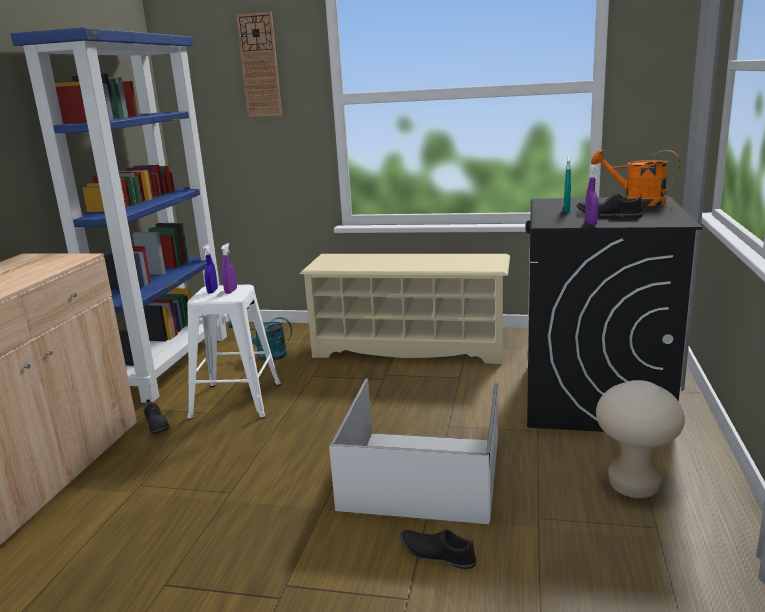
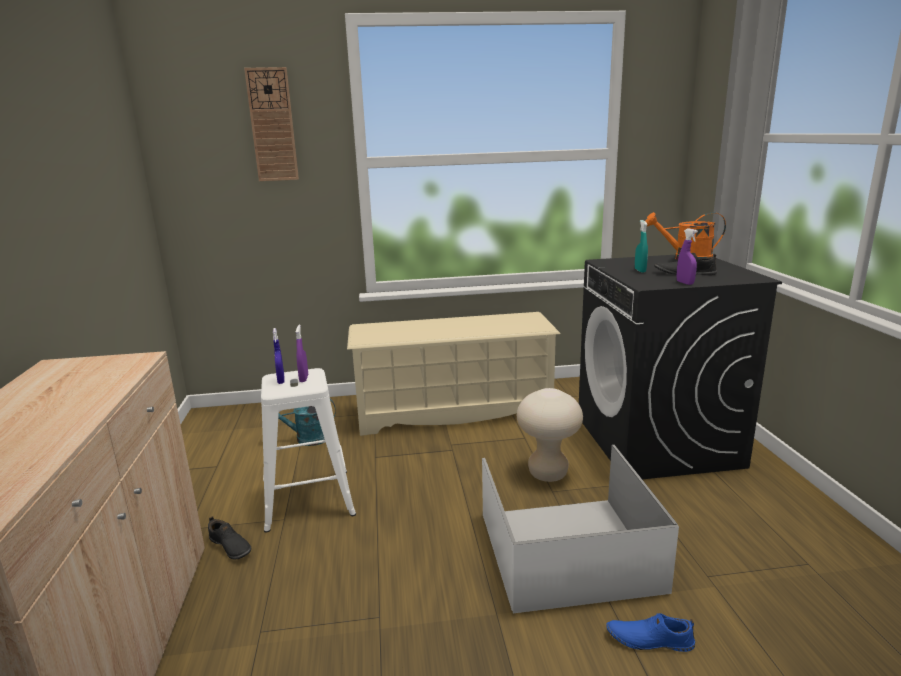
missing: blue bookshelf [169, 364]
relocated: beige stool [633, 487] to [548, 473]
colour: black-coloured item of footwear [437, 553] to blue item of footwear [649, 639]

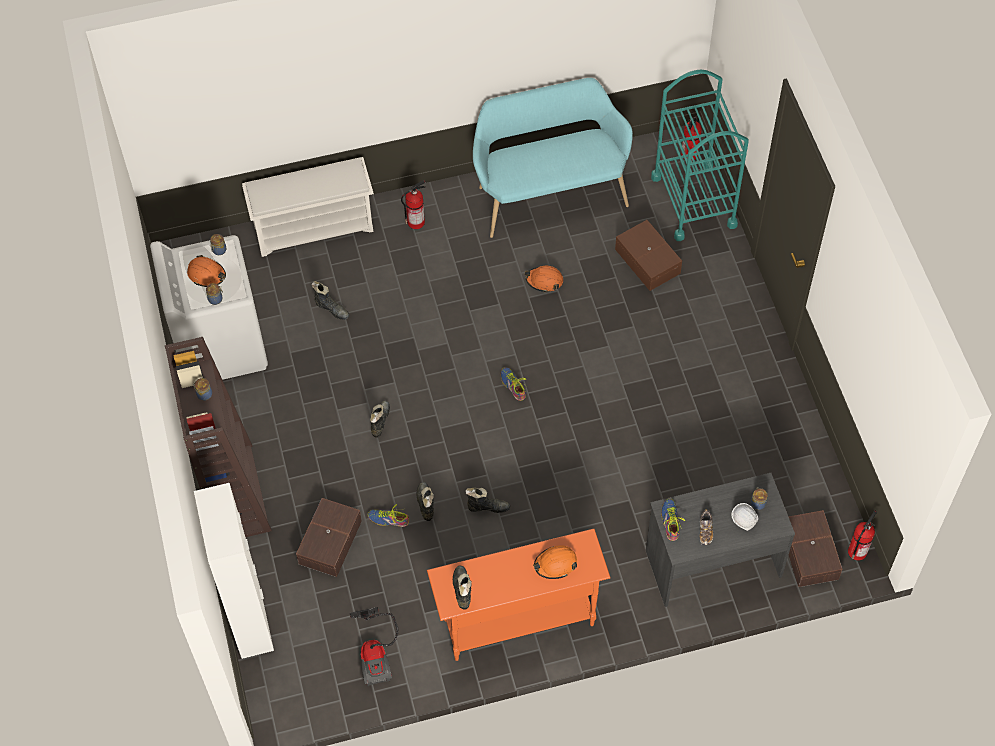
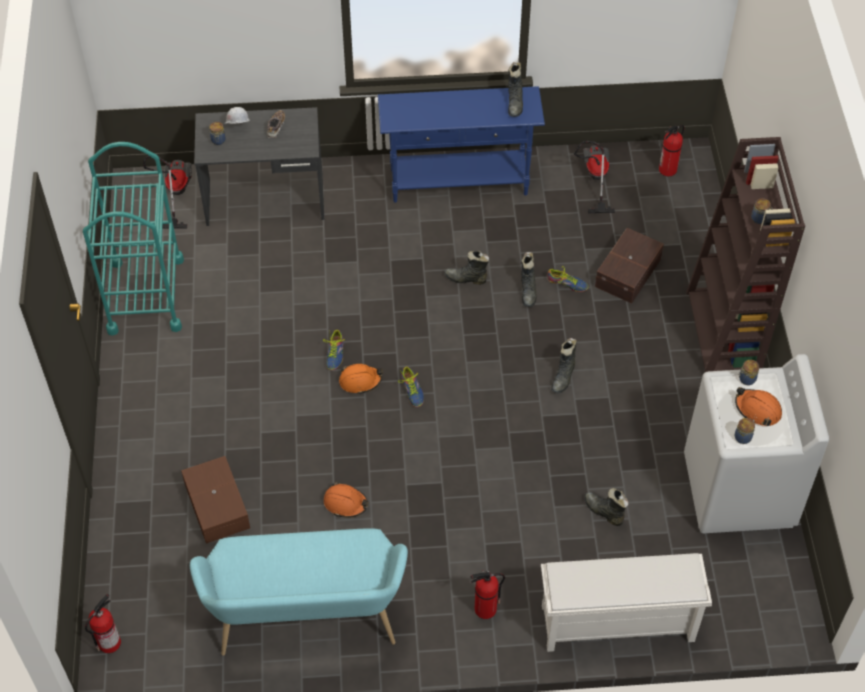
missing: white cupboard [250, 622]
relocated: blue-green trolley [694, 201] to [146, 295]; item of footwear [670, 521] to [335, 354]; orange safety helmet [555, 564] to [360, 381]; fire-fighting cylinder [857, 551] to [667, 170]
exchanged: brownish storage container [808, 554] to vacuum cleaner [174, 193]
colour: orange narrow table [518, 621] to blue narrow table [459, 183]

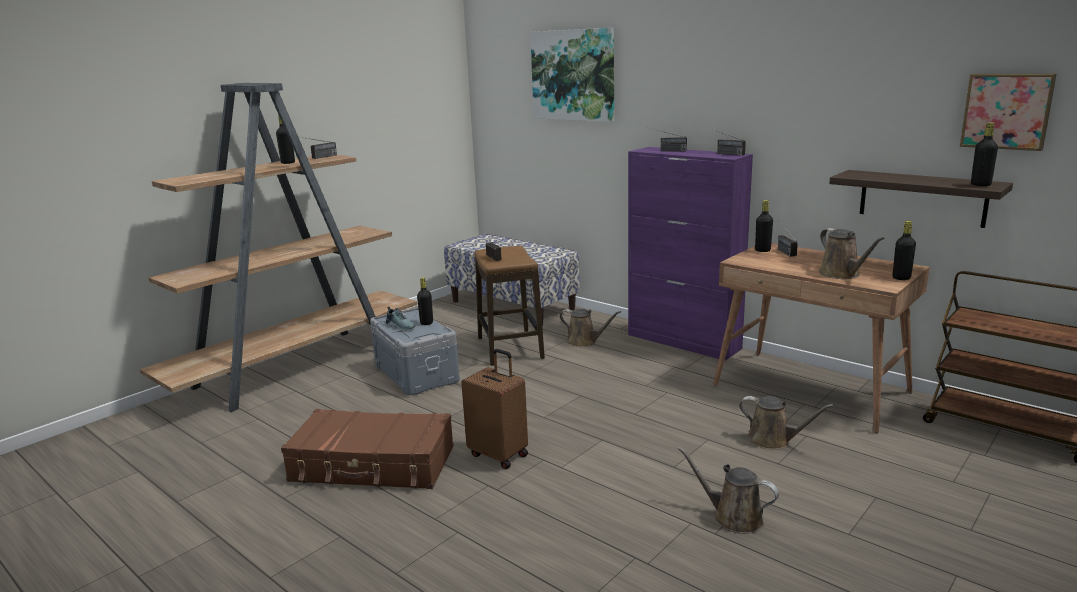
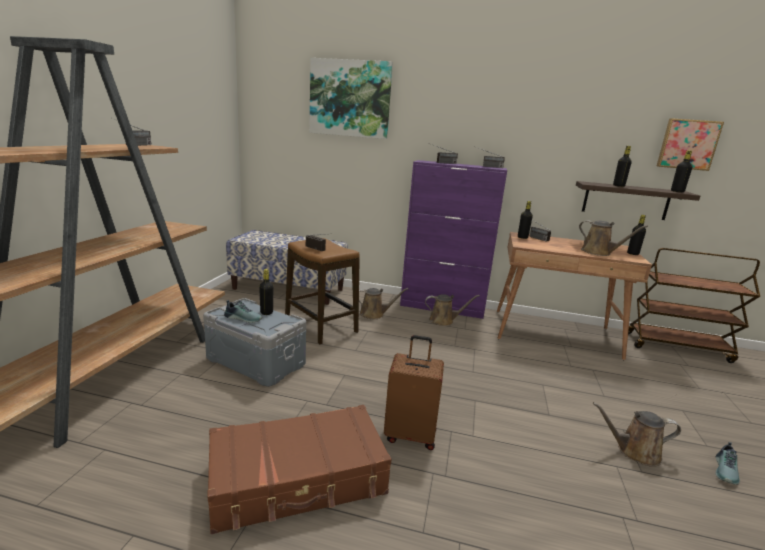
appeared: item of footwear [726, 471]
relocated: brownish watering can [773, 440] to [444, 321]; black-coloured beverage bottle [288, 163] to [618, 186]

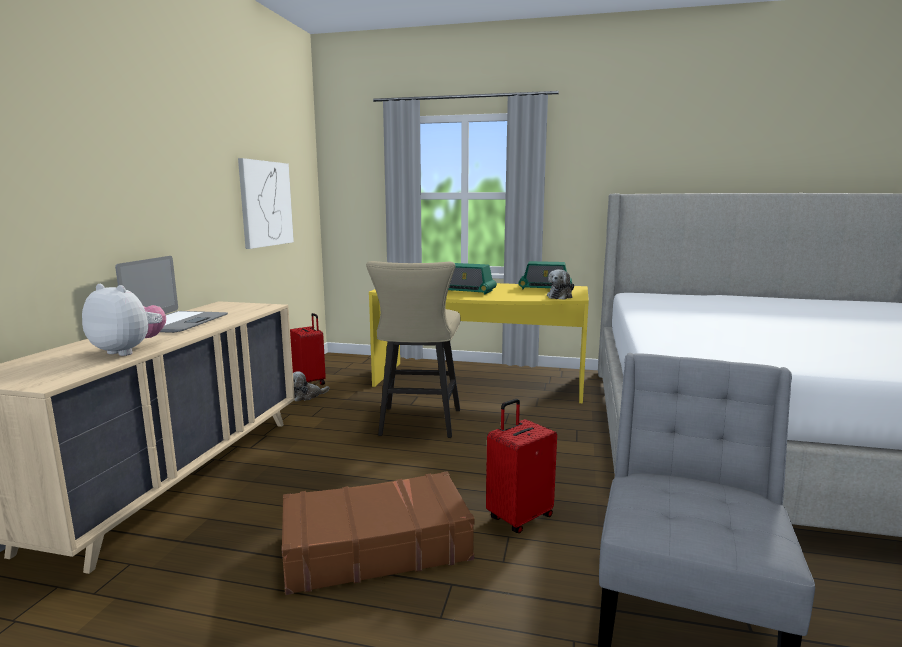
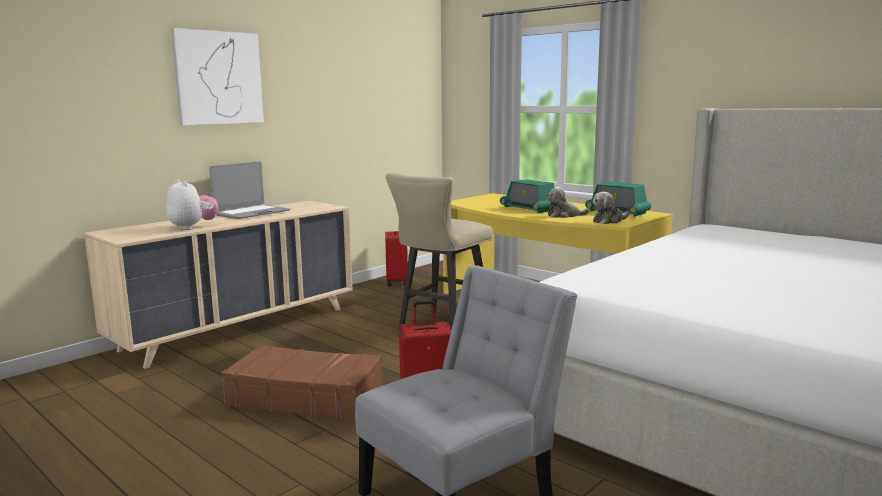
relocated: wall picture [265, 203] to [218, 78]; plush toy [307, 396] to [564, 215]

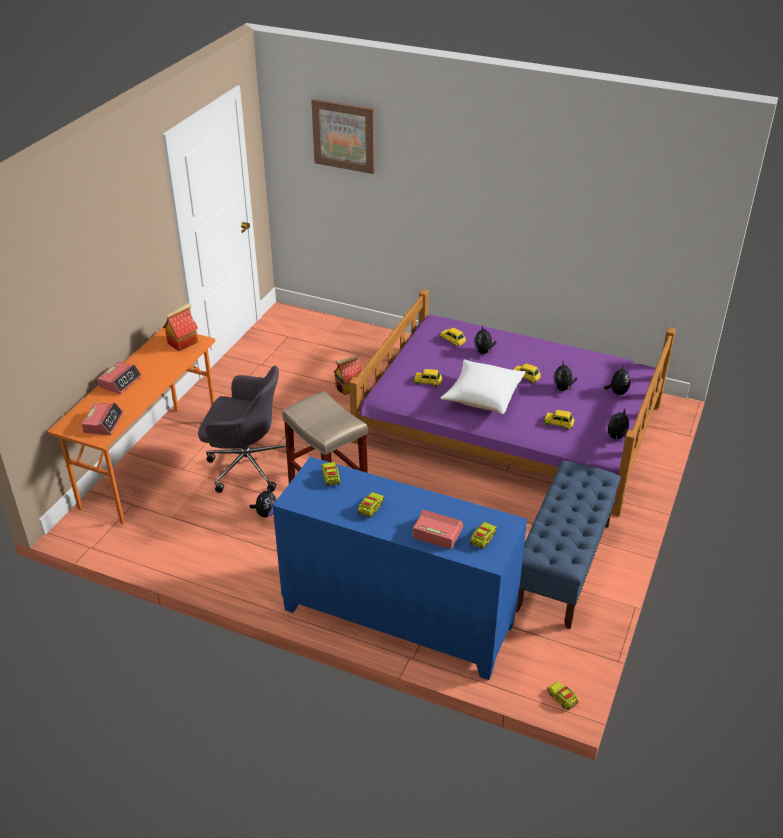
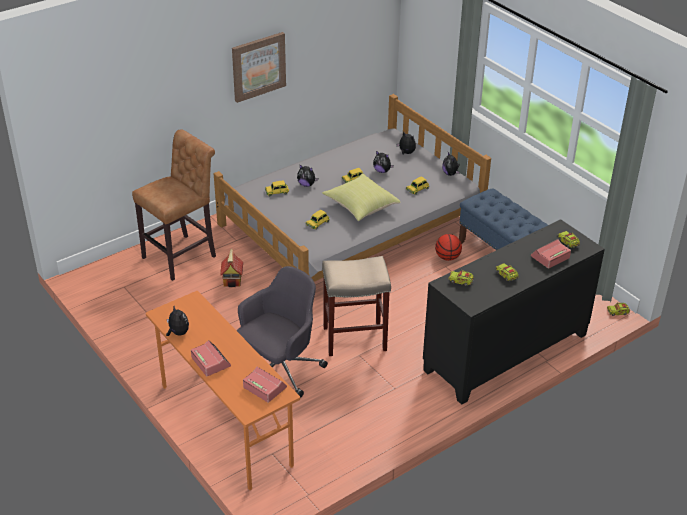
missing: toy house [182, 342]
appeared: brownish stool [182, 256]; basketball ball [447, 257]
relocated: plush toy [265, 513] to [178, 333]; wall picture [344, 135] to [258, 66]
colour: purplish sleeping bed [508, 422] to gray sleeping bed [350, 223]; white pillow [482, 397] to yellow pillow [360, 207]; blue cupboard [397, 618] to black-coloured cupboard [506, 353]

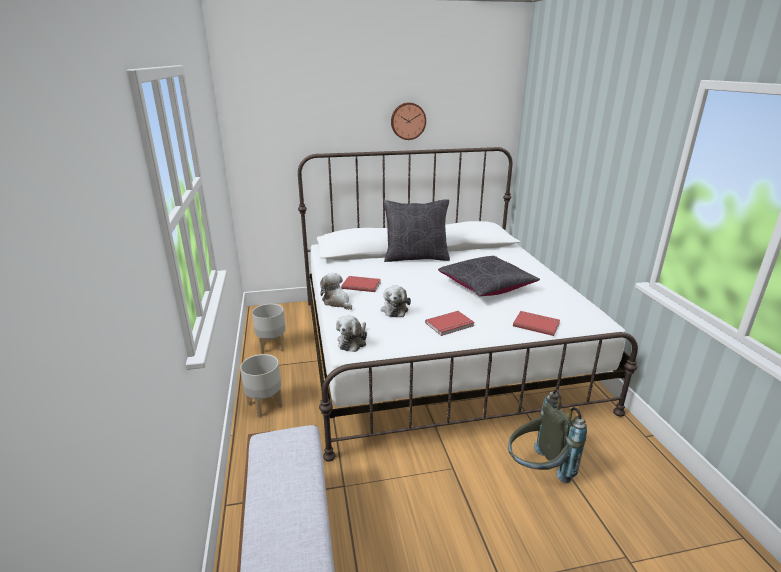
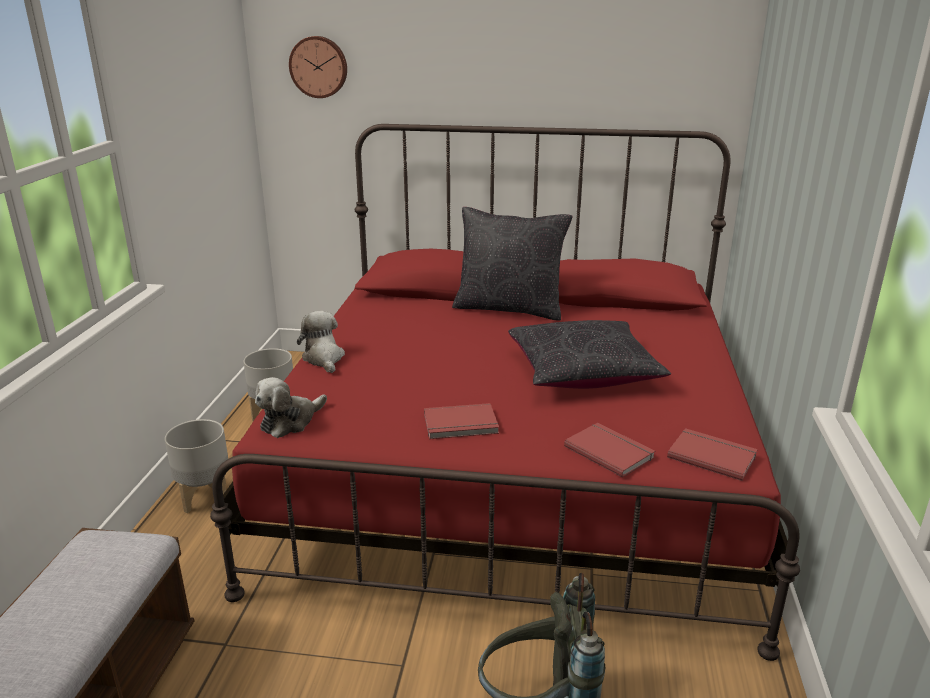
missing: plush toy [394, 309]
relocated: clock on the wall [408, 121] to [319, 67]; red-coloured volume [361, 285] to [712, 455]
colour: white sleeping bed [436, 349] to red-coloured sleeping bed [513, 467]

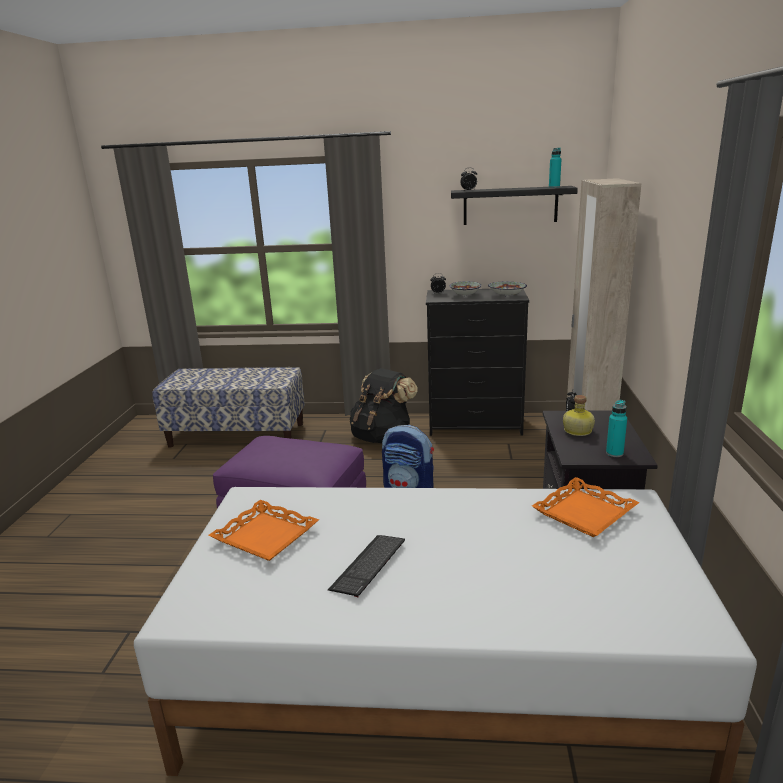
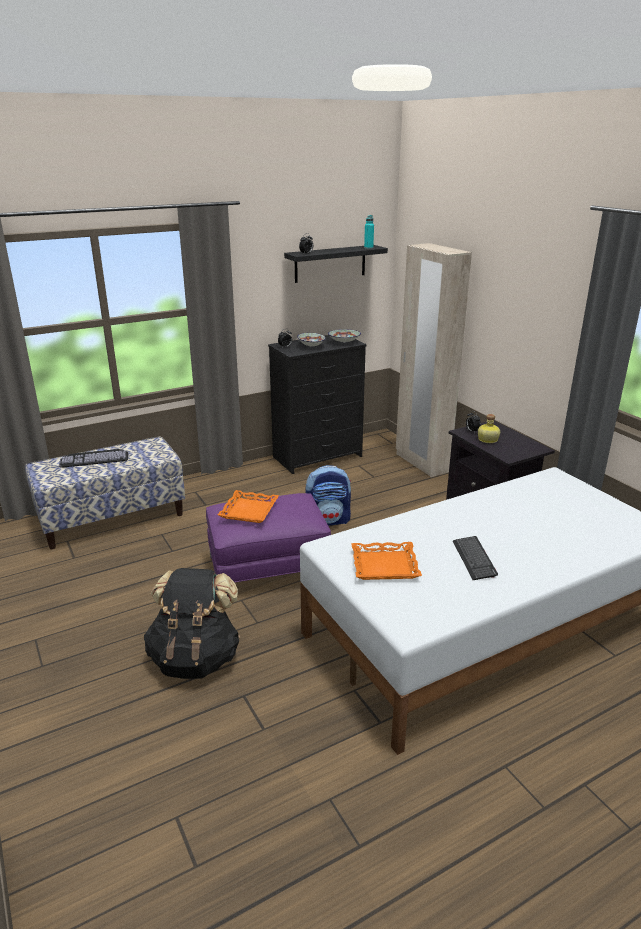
missing: blue-green beverage bottle [614, 453]
appeared: keyboard [95, 458]
relocated: black-coloured backpack [382, 437] to [195, 658]; orange tray [584, 512] to [248, 510]

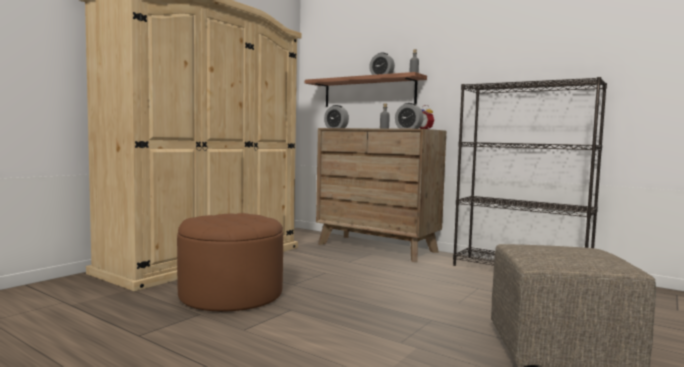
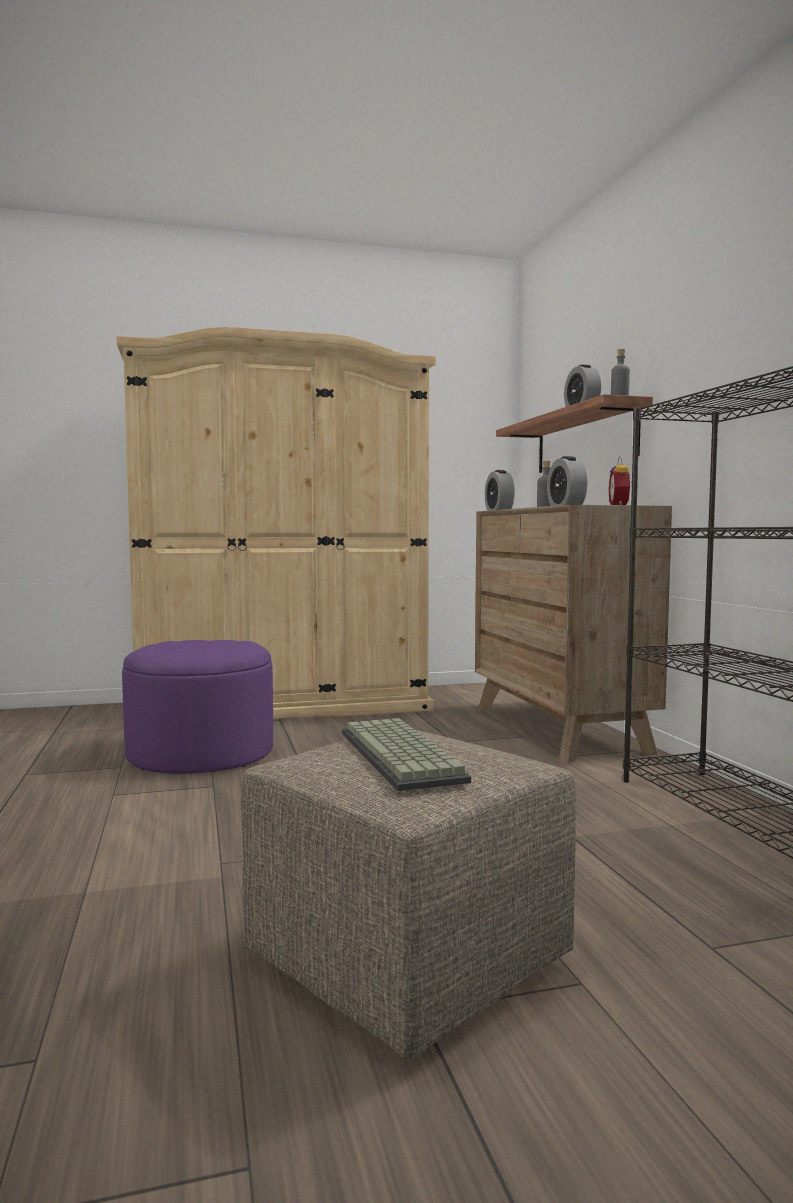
appeared: keyboard [403, 756]
colour: brownish ottoman [231, 295] to purplish ottoman [201, 753]

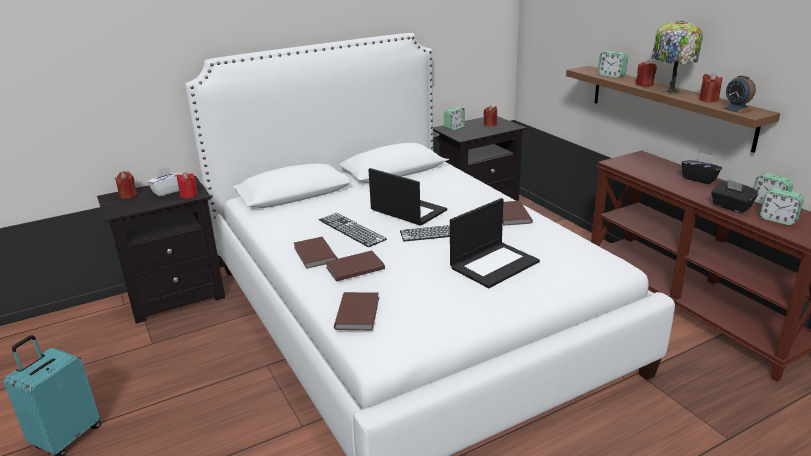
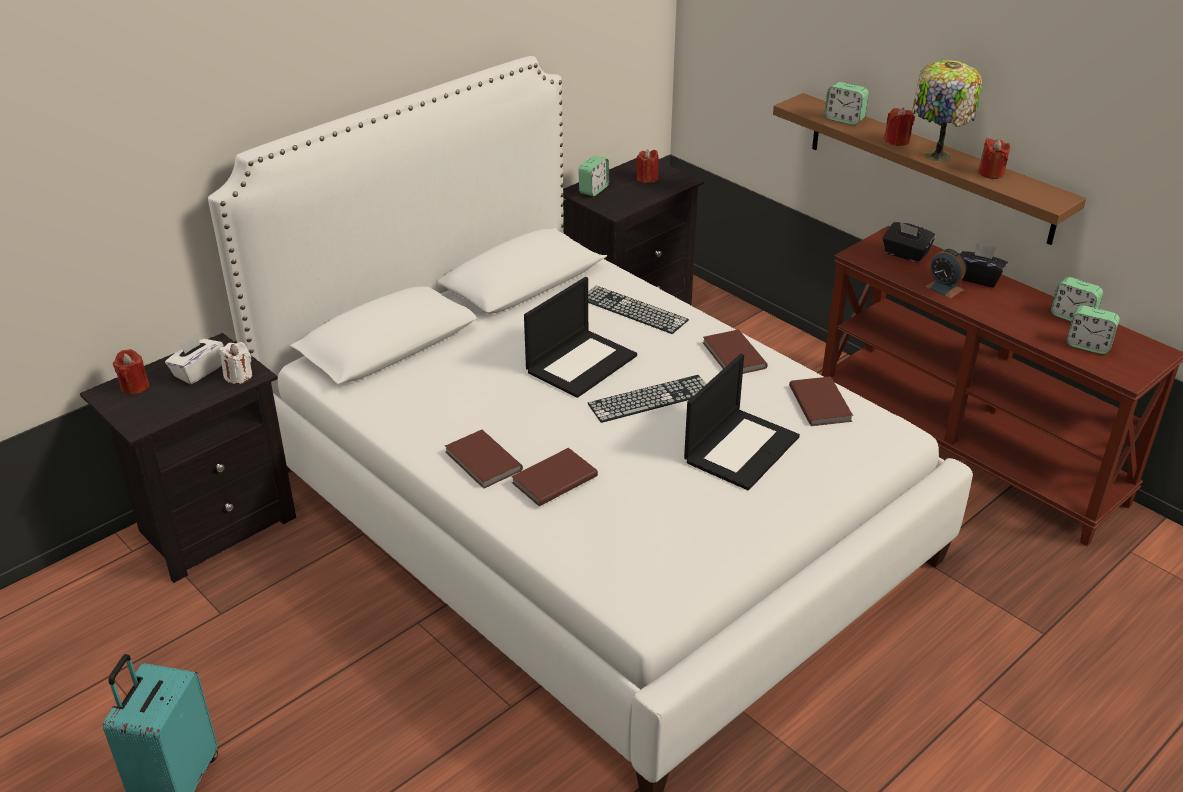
relocated: keyboard [351, 229] to [633, 310]; brownish volume [359, 313] to [821, 403]; black-coloured tissue box [731, 207] to [905, 254]; table clock [736, 109] to [944, 288]
colour: red-coloured wax light [189, 195] to white wax light [238, 376]
spun: portable computer [407, 210] = [581, 363] 105 degrees clockwise

